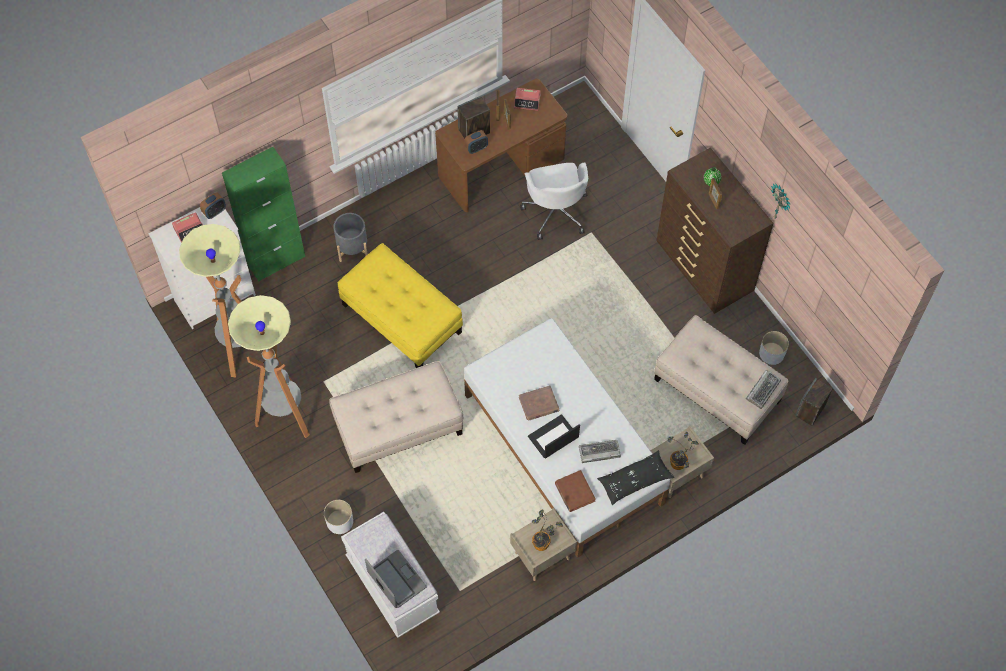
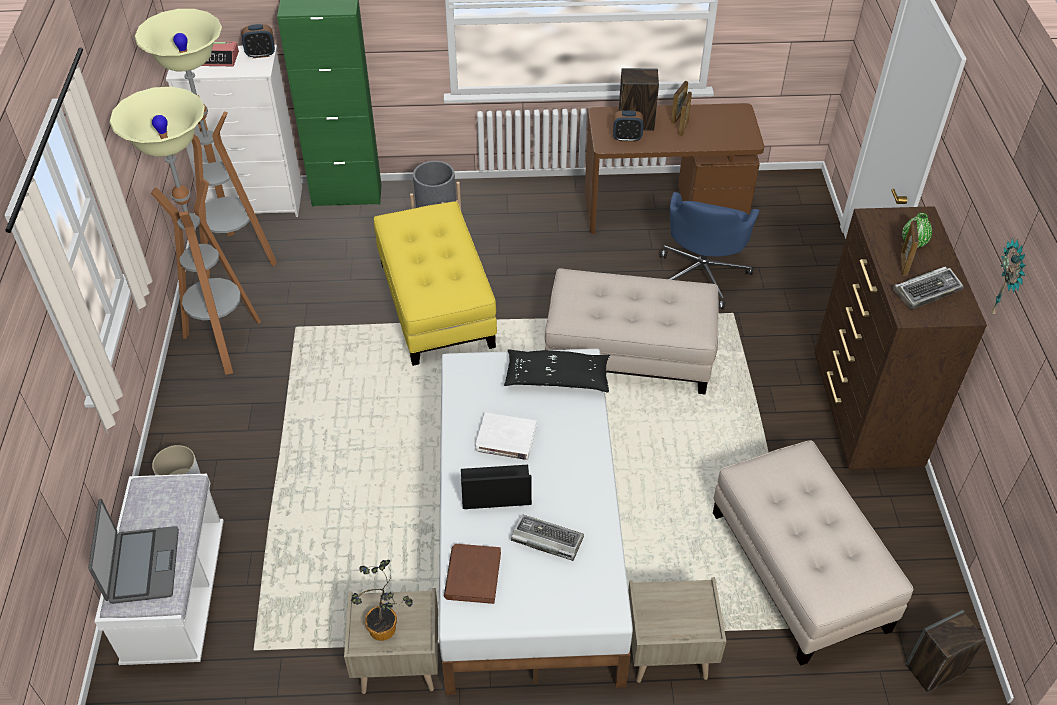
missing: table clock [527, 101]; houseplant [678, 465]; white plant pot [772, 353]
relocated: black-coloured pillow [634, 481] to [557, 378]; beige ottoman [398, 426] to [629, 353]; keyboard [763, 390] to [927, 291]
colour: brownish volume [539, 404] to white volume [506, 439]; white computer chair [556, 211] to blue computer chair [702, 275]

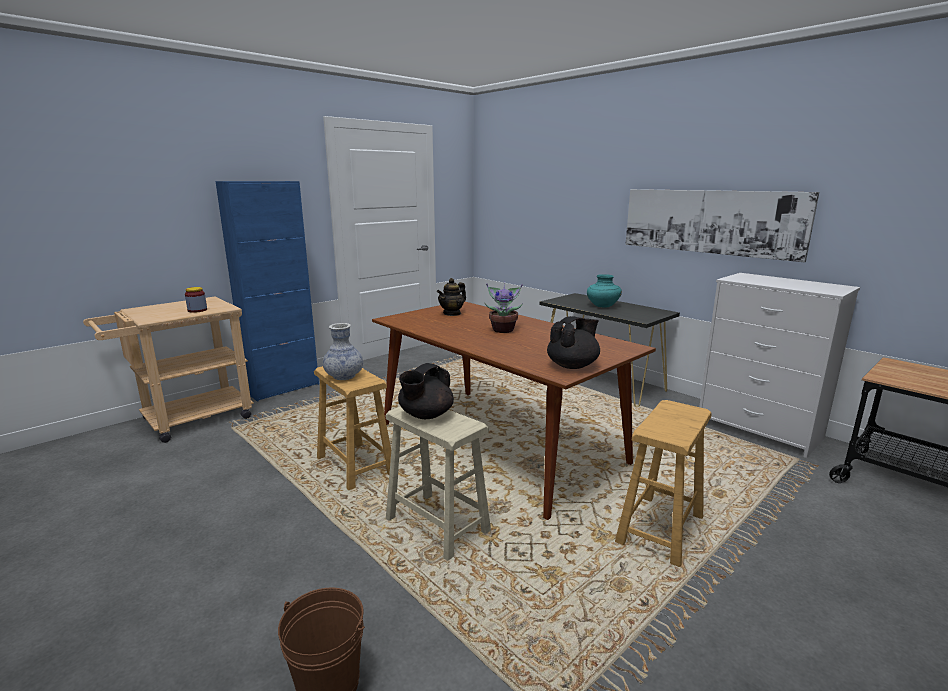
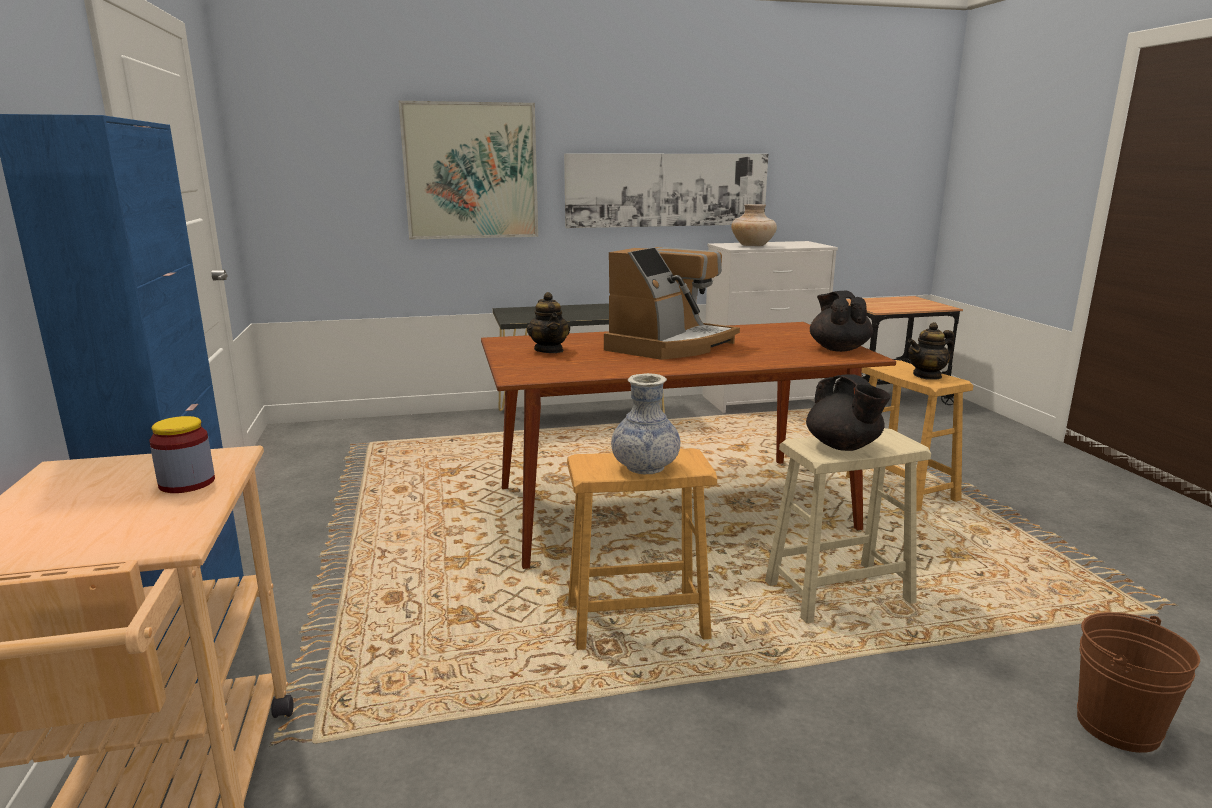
missing: blue-green decorative vase [602, 306]
appeared: wall picture [471, 171]; beige decorative vase [753, 246]; pot for tea [927, 376]
exchanged: houseplant [503, 330] to coffee machine [670, 346]

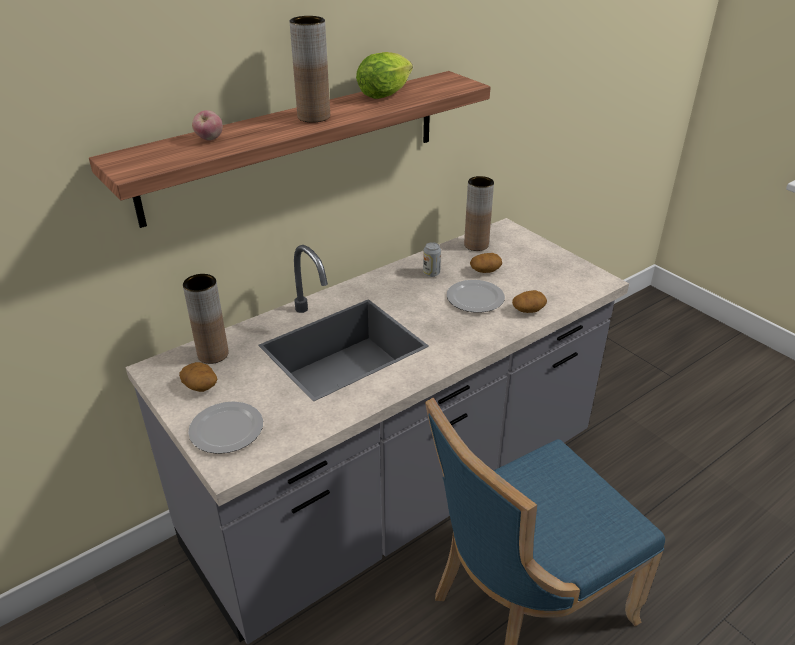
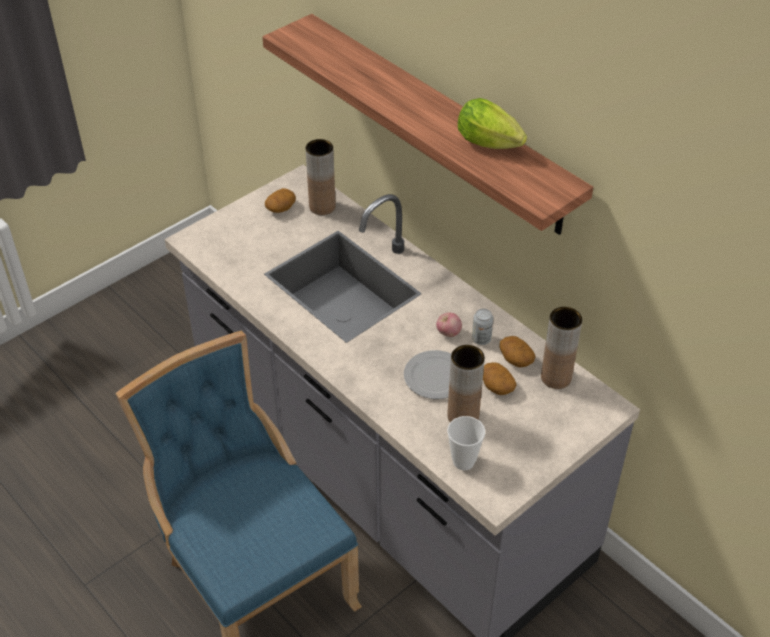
missing: flat dish [228, 429]
appeared: cup [463, 461]
relocated: apple [209, 139] to [448, 333]; brownish decorative vase [314, 117] to [463, 416]; whole potato [528, 310] to [515, 359]

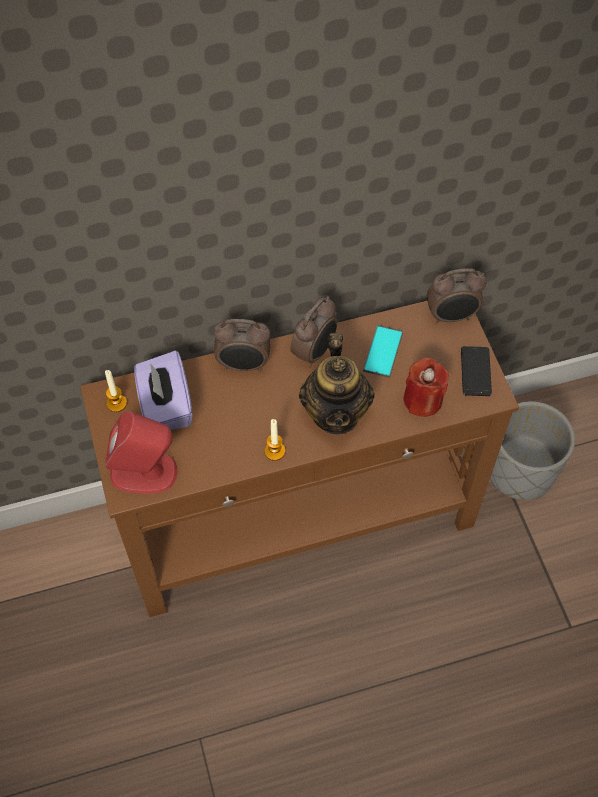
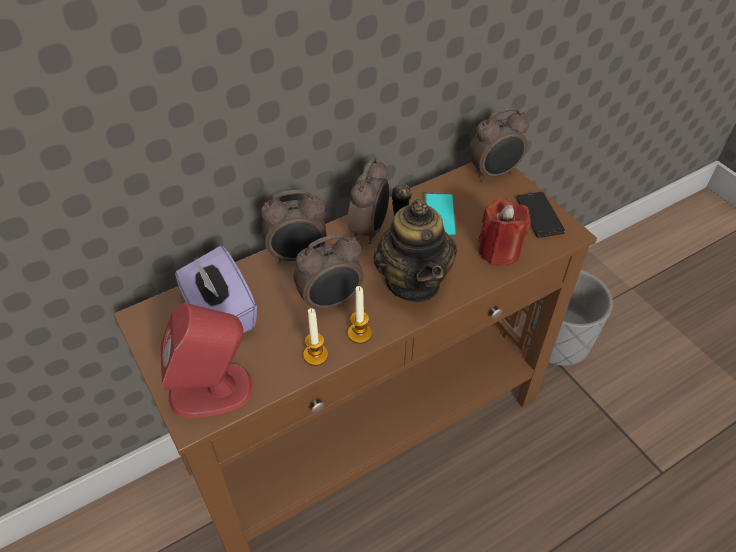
appeared: table clock [331, 301]
relocated: wax light [116, 403] to [315, 355]

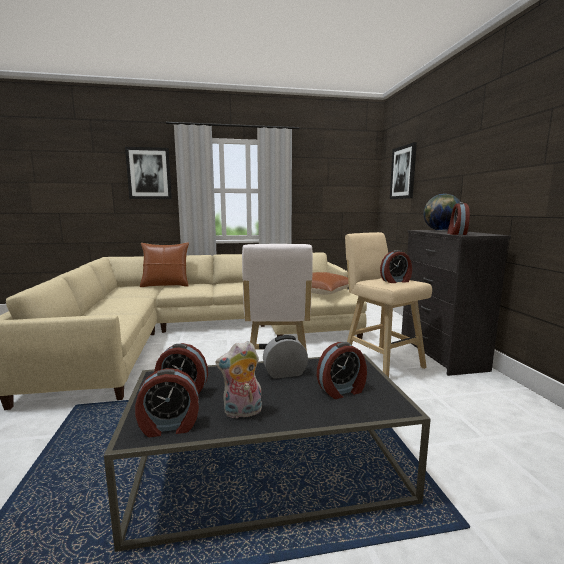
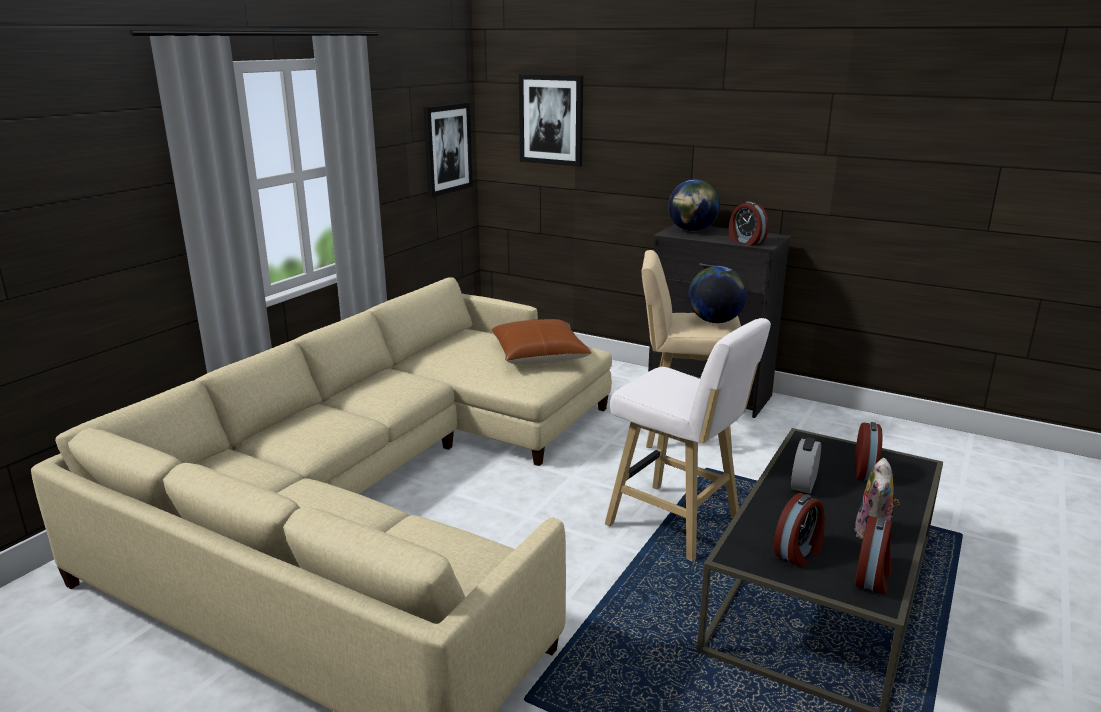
missing: brownish pillow [165, 285]
relocated: wall picture [149, 173] to [447, 149]
exchanged: table clock [396, 281] to globe [715, 321]

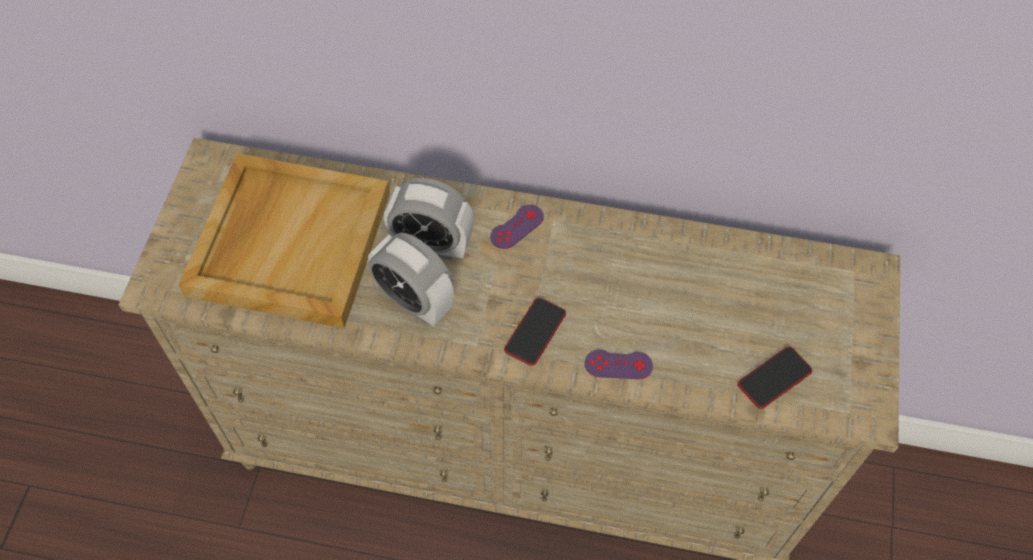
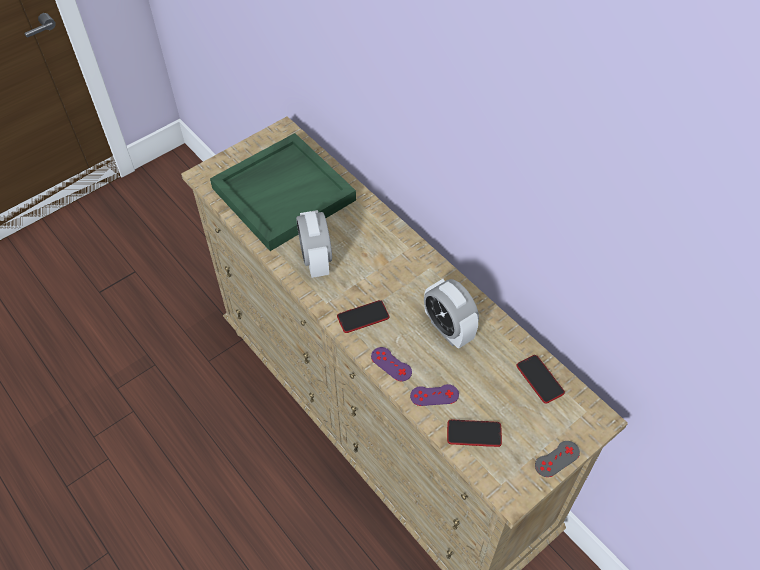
appeared: handset [540, 379]; gray joypad [557, 459]
relocated: purplish joypad [517, 227] to [434, 395]; table clock [431, 245] to [448, 329]
colour: beige tray [289, 242] to green tray [284, 193]

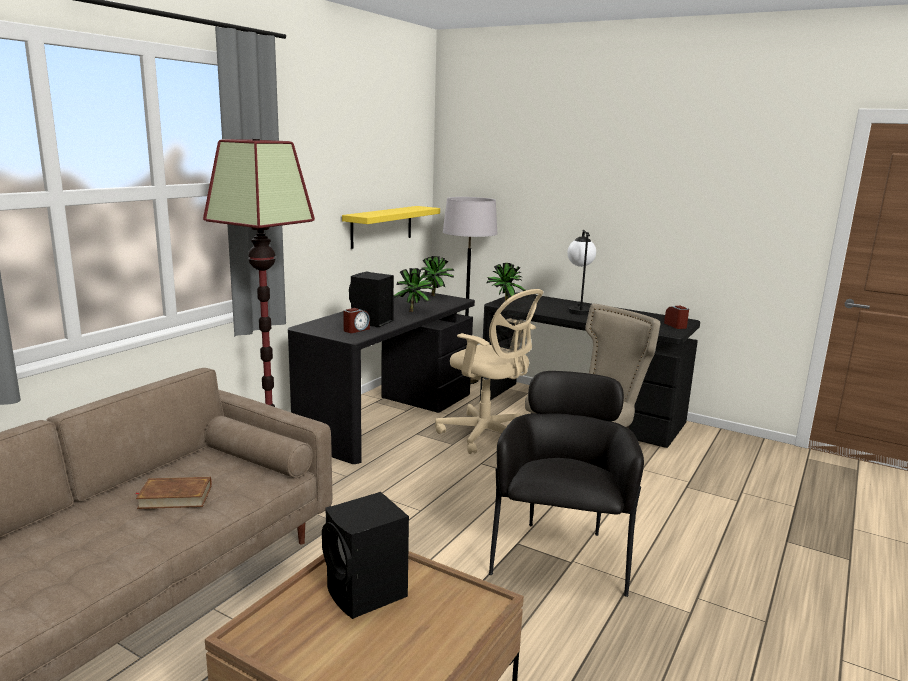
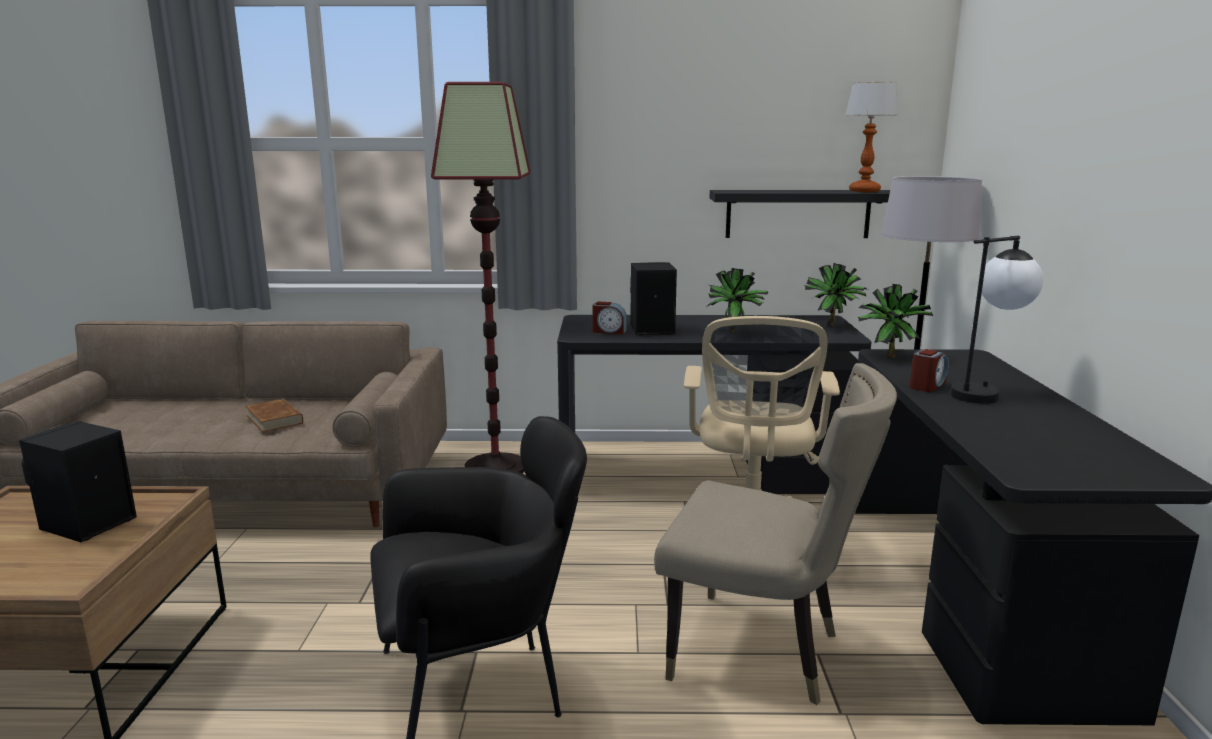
appeared: lamp for a table [865, 191]
relocated: table clock [675, 325] to [927, 385]
colour: yellow wall shelf [382, 226] to black-coloured wall shelf [798, 214]

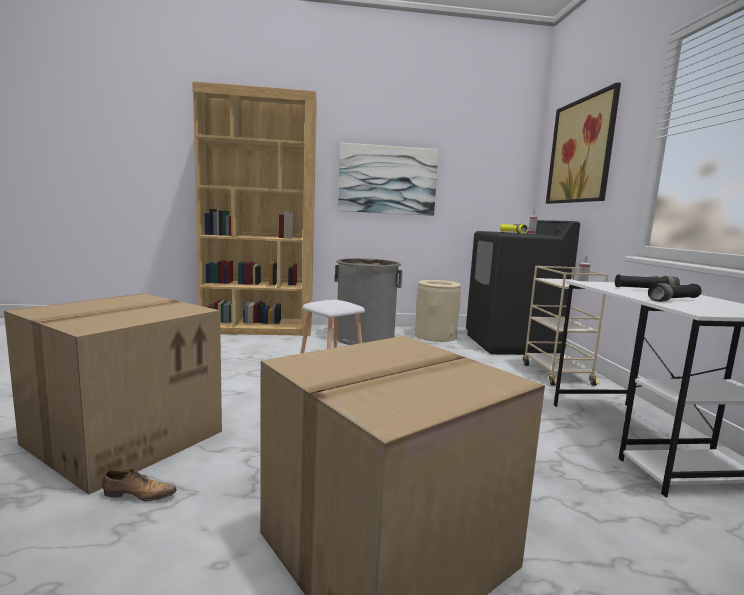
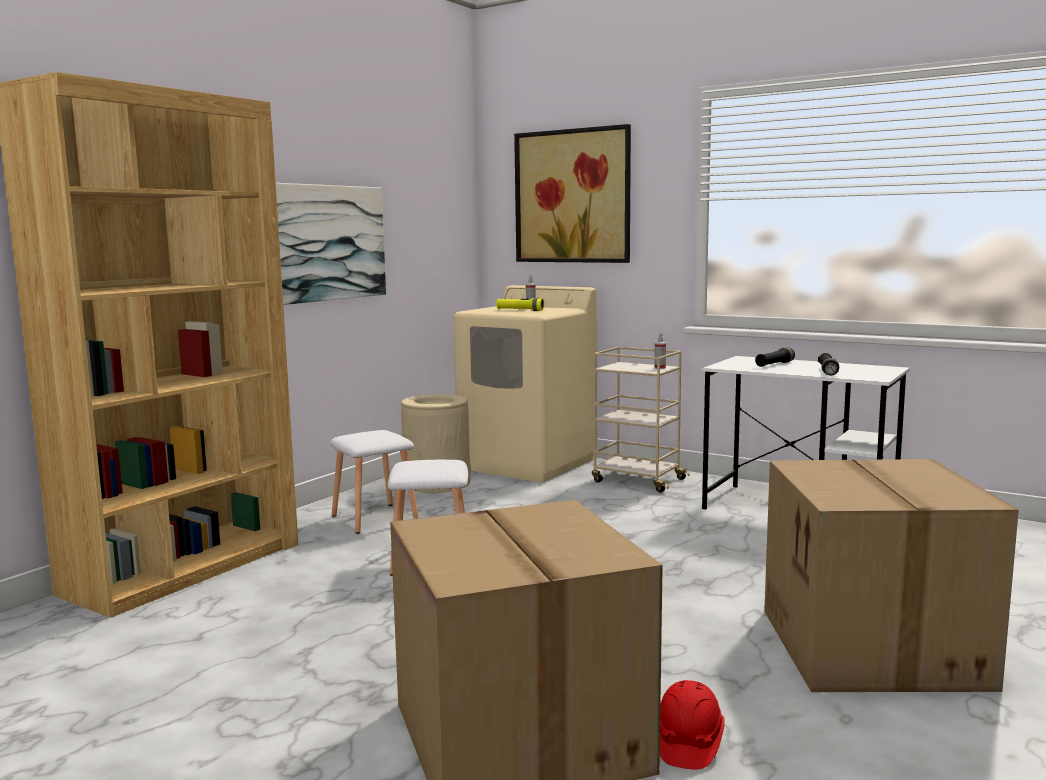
exchanged: gray trash can [365, 338] to white stool [373, 518]; item of footwear [138, 494] to red-coloured safety helmet [687, 743]
colour: black-coloured laundry appliance [511, 344] to beige laundry appliance [528, 464]

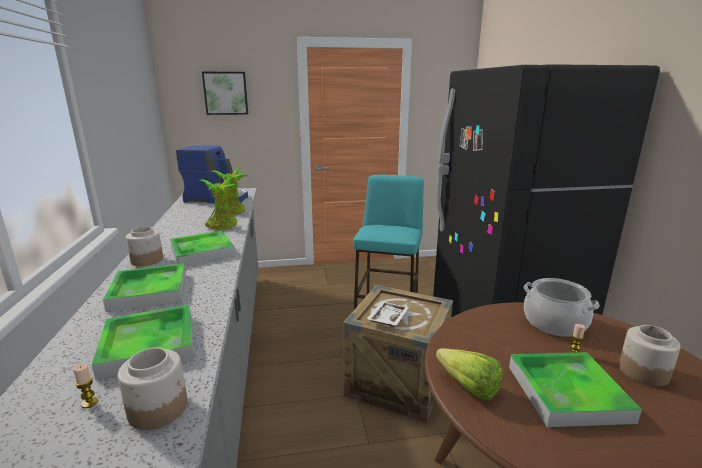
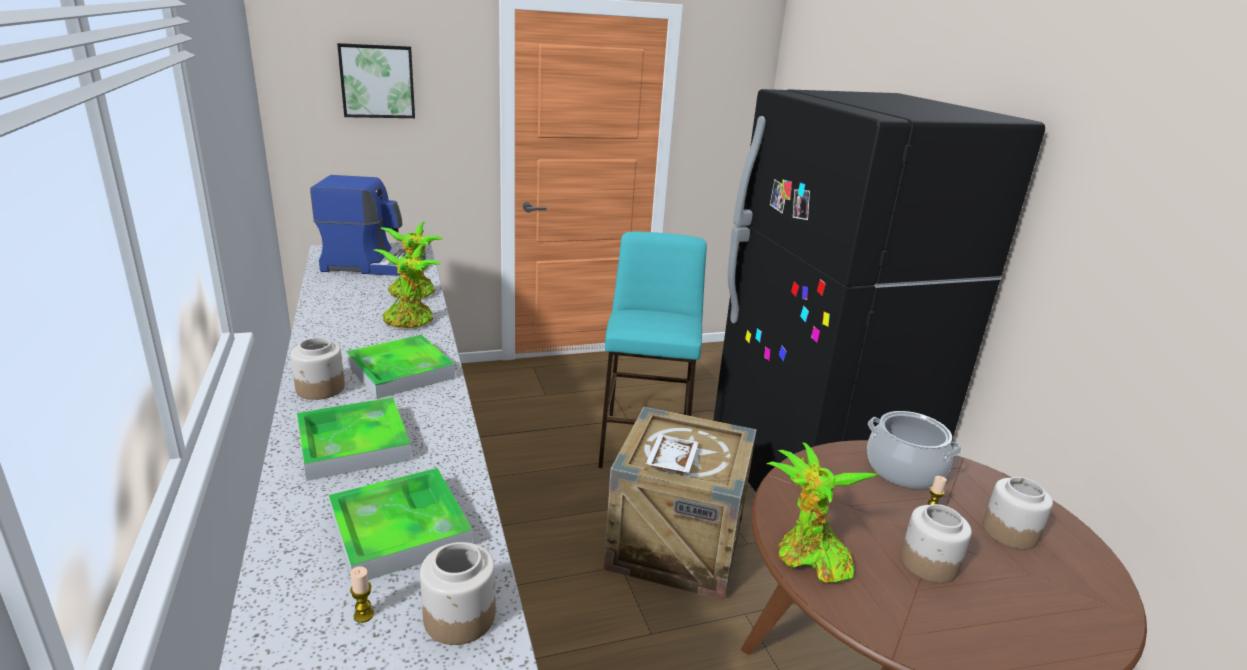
exchanged: lettuce [464, 384] to houseplant [809, 558]; tray [567, 393] to preserve jar [928, 563]

